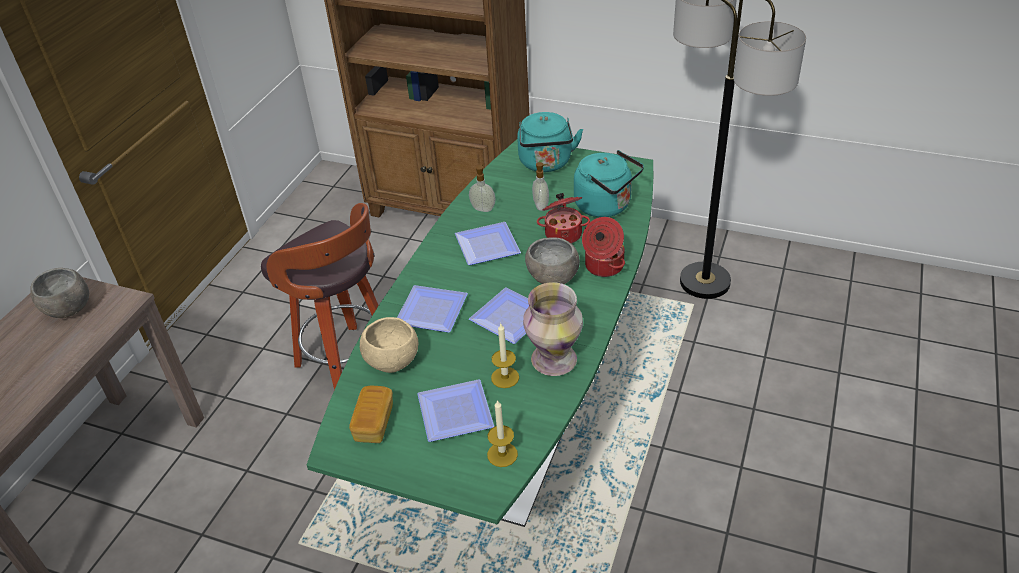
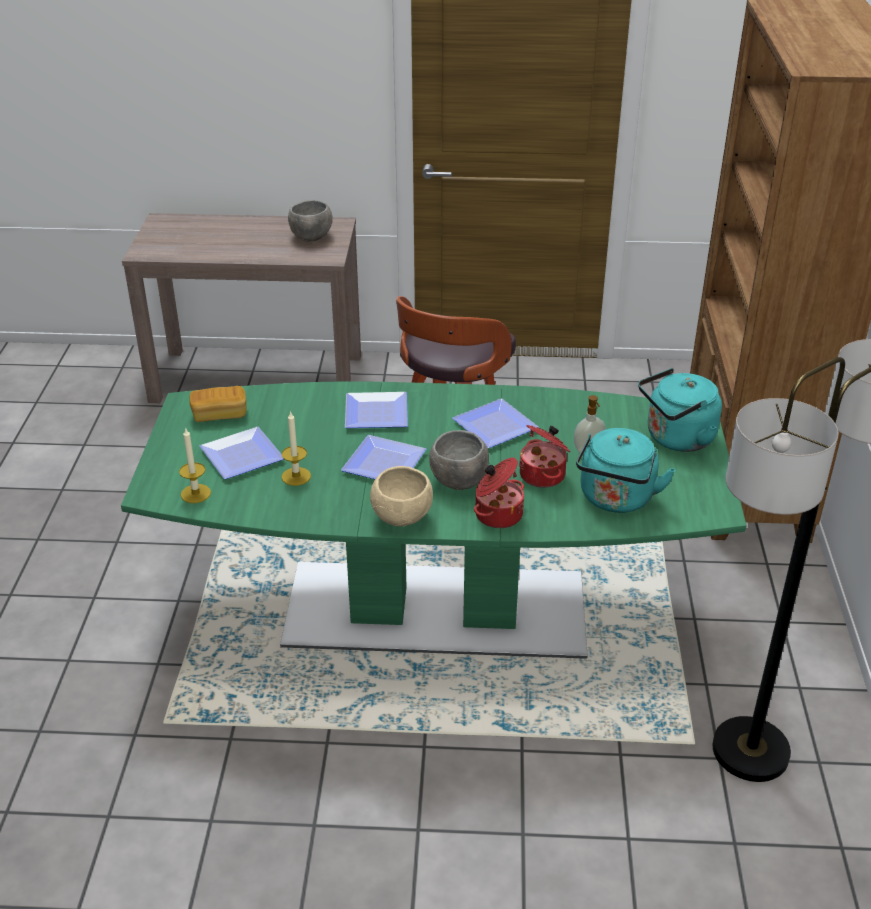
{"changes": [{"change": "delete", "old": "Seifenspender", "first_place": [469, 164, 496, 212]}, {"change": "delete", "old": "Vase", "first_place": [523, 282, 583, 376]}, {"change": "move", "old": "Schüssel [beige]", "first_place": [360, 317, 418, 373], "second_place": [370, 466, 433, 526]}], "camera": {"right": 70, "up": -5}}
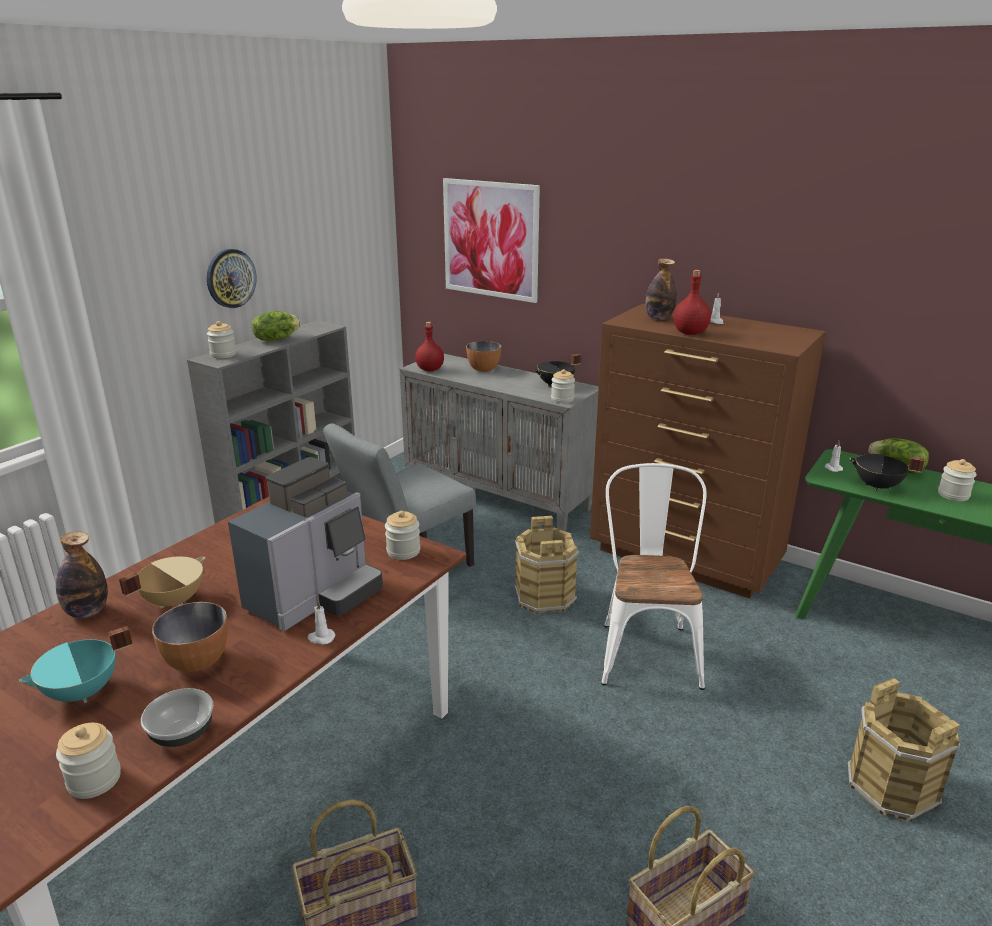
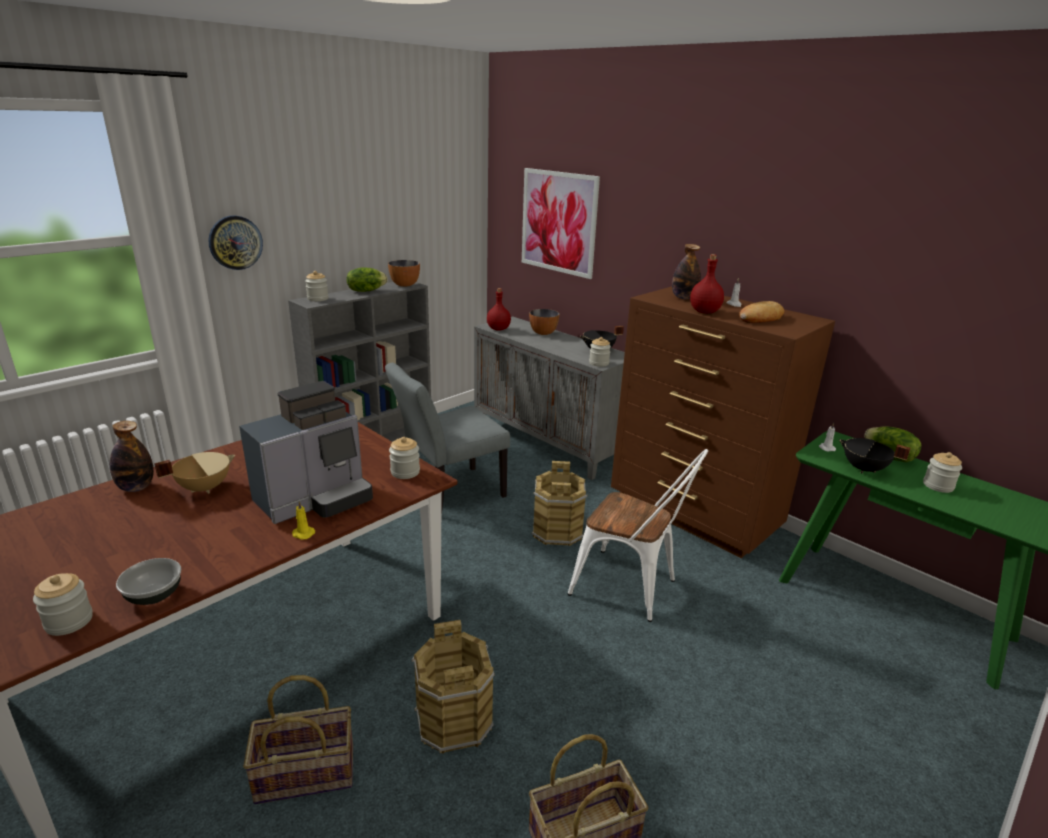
{"changes": [{"change": "delete", "old": "Kochtopf [türkis]", "first_place": [19, 626, 133, 703]}, {"change": "insert", "new": "Brot", "second_place": [739, 301, 785, 323]}, {"change": "move", "old": "Schüssel", "first_place": [152, 602, 228, 672], "second_place": [388, 260, 420, 287]}, {"change": "move", "old": "Wanduhr", "first_place": [207, 249, 257, 308], "second_place": [208, 215, 263, 270]}, {"change": "move", "old": "Eimer [braun]", "first_place": [848, 678, 960, 821], "second_place": [412, 620, 494, 754]}, {"change": "recolor", "old": "Kerze [weiß]", "new": "Kerze [gelb]", "first_place": [308, 600, 336, 645], "second_place": [292, 501, 315, 540]}, {"change": "rotate", "old": "Stuhl [weiß]", "first_place": [601, 463, 707, 690], "second_place": [567, 449, 708, 622], "degrees": 105}], "camera": {"right": 10, "up": 0}}
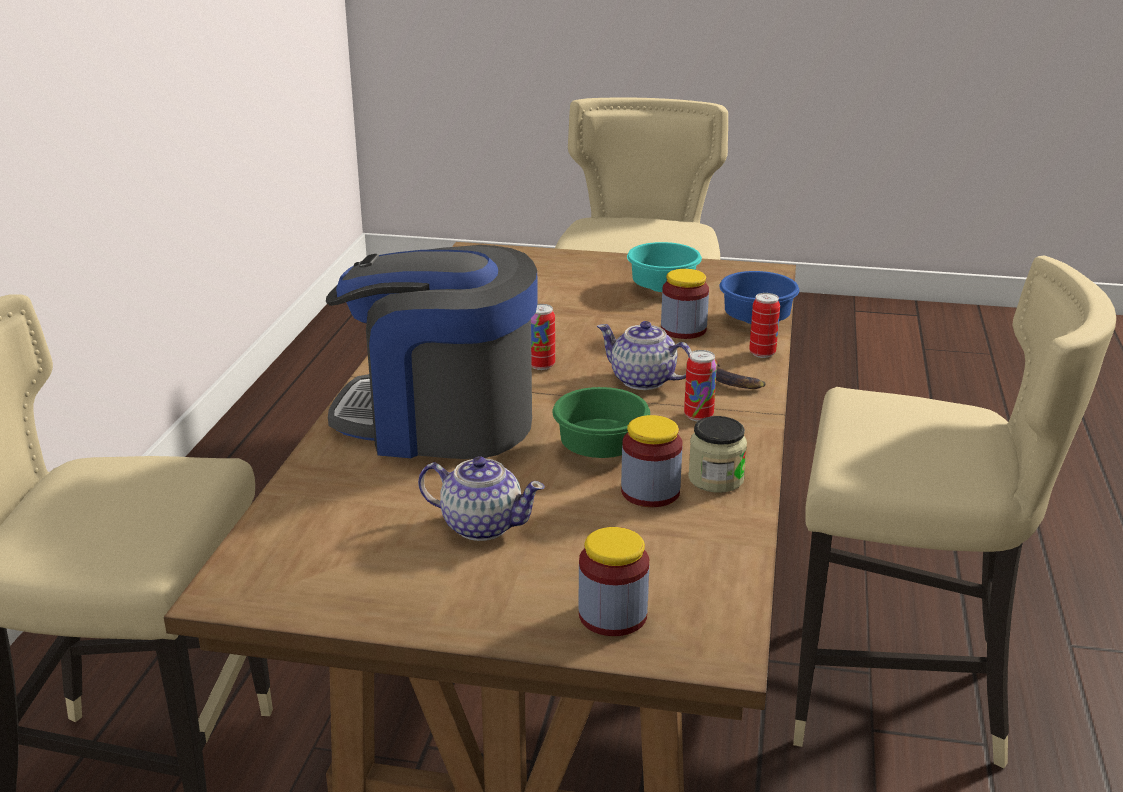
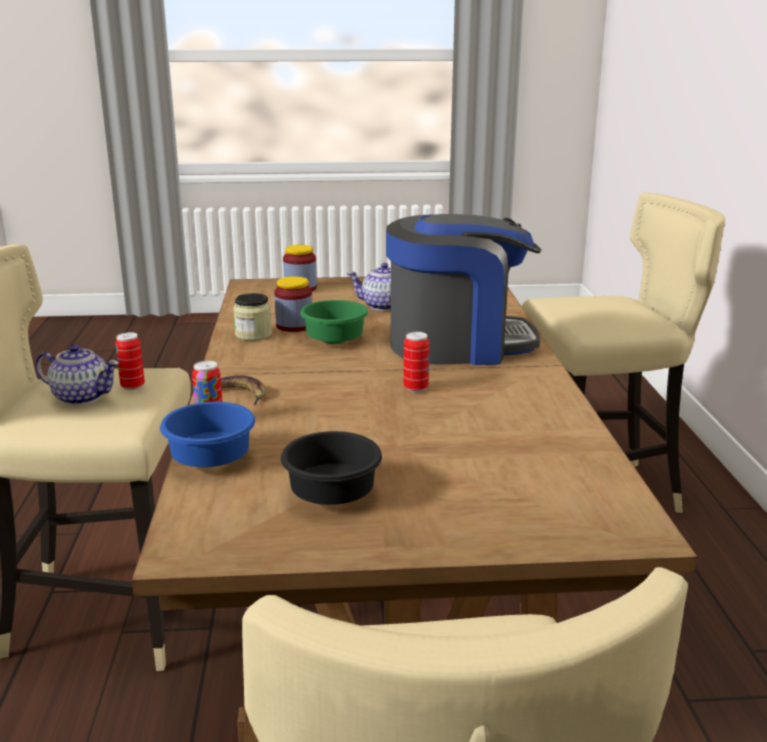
{"changes": [{"change": "delete", "old": "Vorratsglas", "first_place": [661, 269, 709, 339]}, {"change": "move", "old": "Teekanne", "first_place": [597, 321, 692, 390], "second_place": [35, 345, 119, 405]}, {"change": "move", "old": "Dose", "first_place": [684, 350, 717, 421], "second_place": [115, 332, 145, 390]}, {"change": "recolor", "old": "Schüssel [türkis]", "new": "Schüssel [schwarz]", "first_place": [627, 242, 702, 292], "second_place": [281, 431, 382, 505]}], "camera": {"right": 165, "up": -5}}
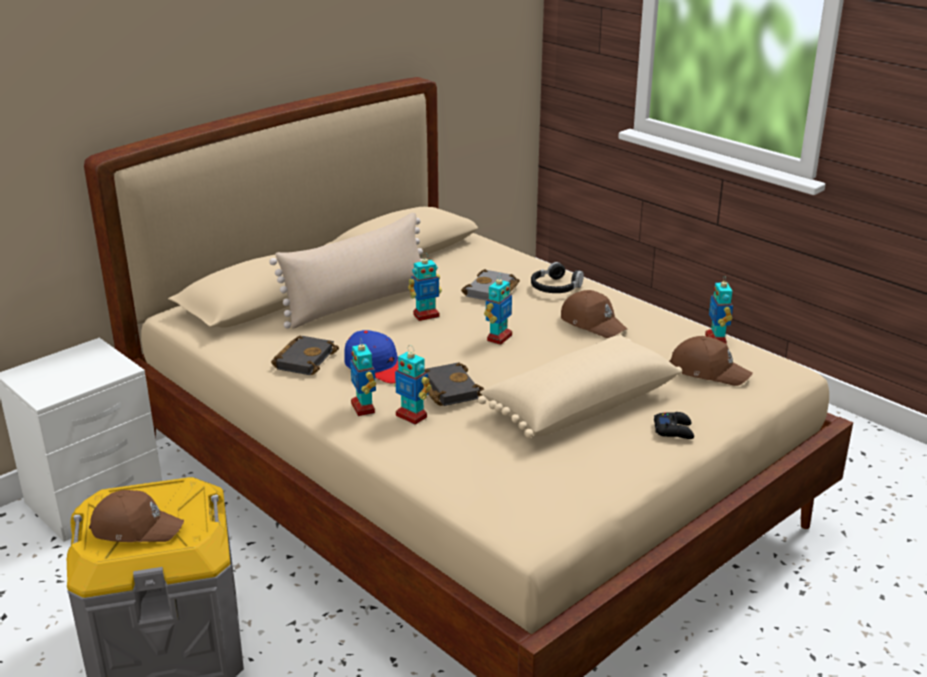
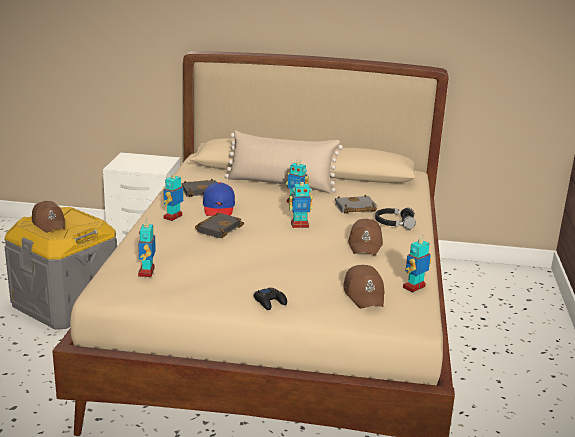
{"changes": [{"change": "delete", "old": "Kissen [beige]", "first_place": [478, 335, 682, 438]}, {"change": "move", "old": "Spielzeugroboter", "first_place": [394, 345, 431, 425], "second_place": [138, 218, 156, 277]}], "camera": {"right": 50, "up": -5}}
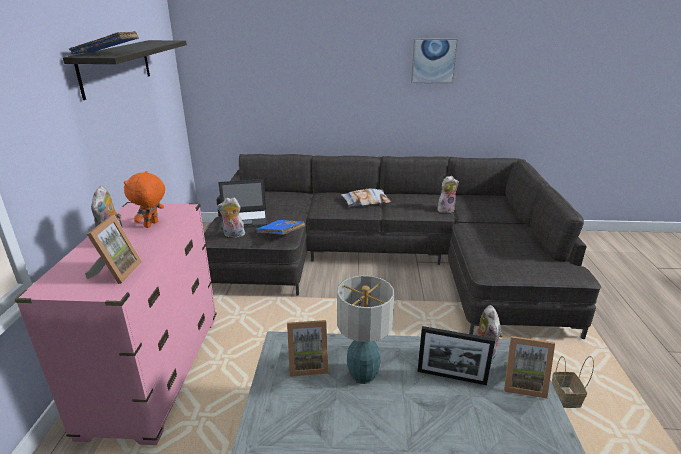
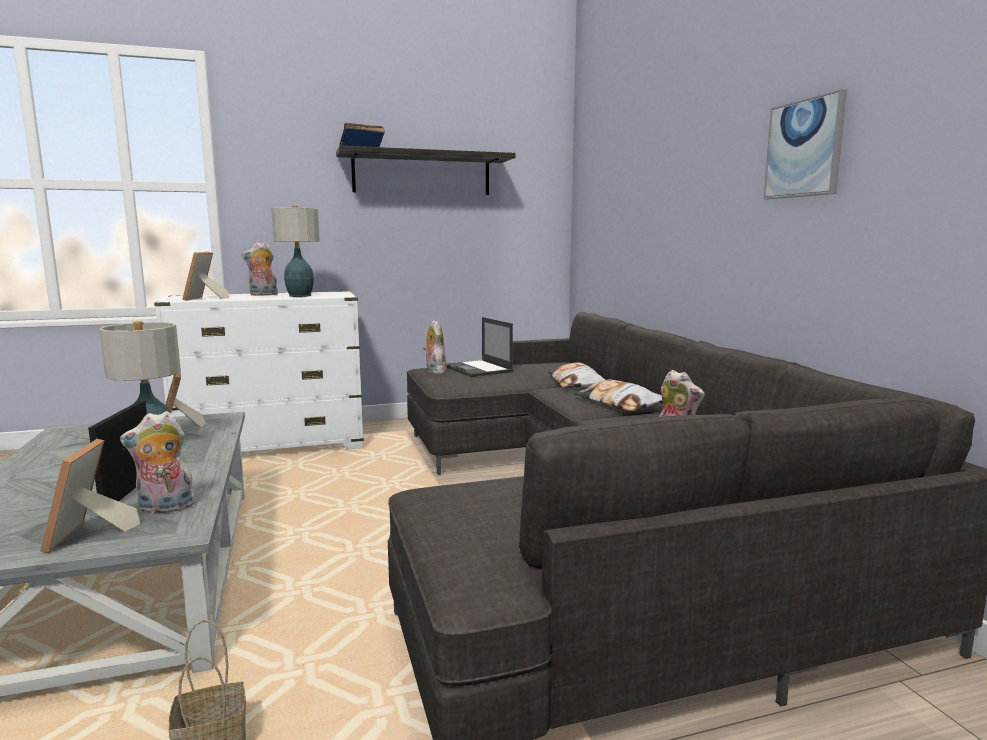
{"changes": [{"change": "delete", "old": "Buch [blau]", "first_place": [256, 220, 305, 235]}, {"change": "insert", "new": "Kissen", "second_place": [548, 362, 605, 388]}, {"change": "replace", "old": "Plüschtier [orange]", "new": "Tischlampe", "first_place": [124, 171, 165, 228], "second_place": [271, 205, 320, 297]}, {"change": "recolor", "old": "Kommode [rosa]", "new": "Kommode [weiß]", "first_place": [14, 202, 217, 445], "second_place": [154, 291, 364, 452]}, {"change": "rotate", "old": "Bilderrahmen", "first_place": [85, 215, 142, 284], "second_place": [182, 252, 230, 301], "degrees": 105}], "camera": {"right": 70, "up": -15}}
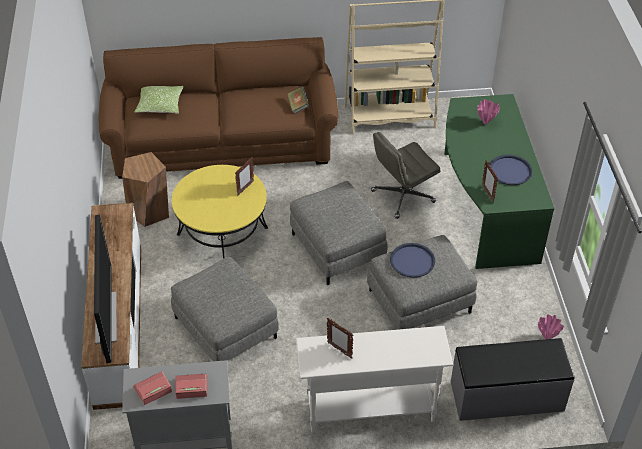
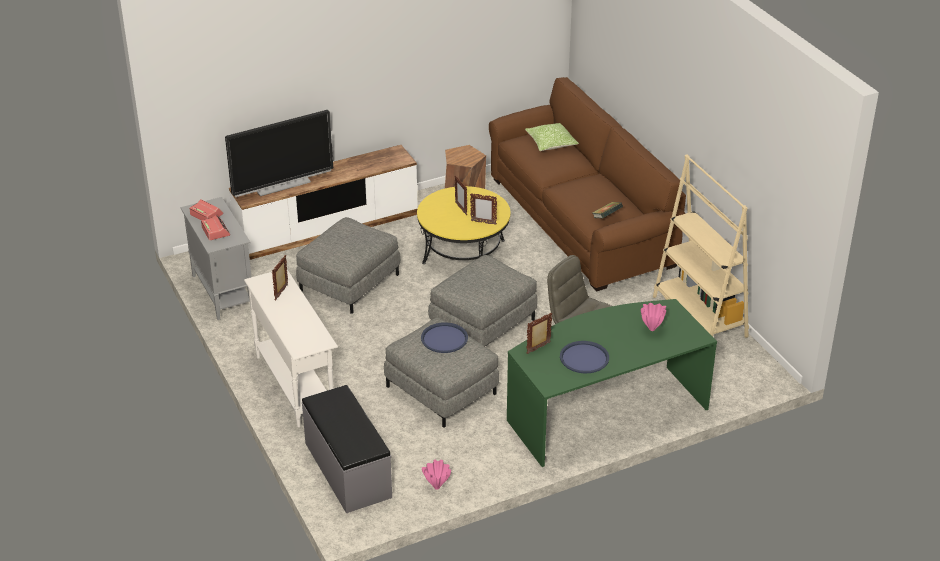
{"changes": [{"change": "insert", "new": "Bilderrahmen", "second_place": [455, 175, 467, 215]}], "camera": {"right": 70, "up": -10}}
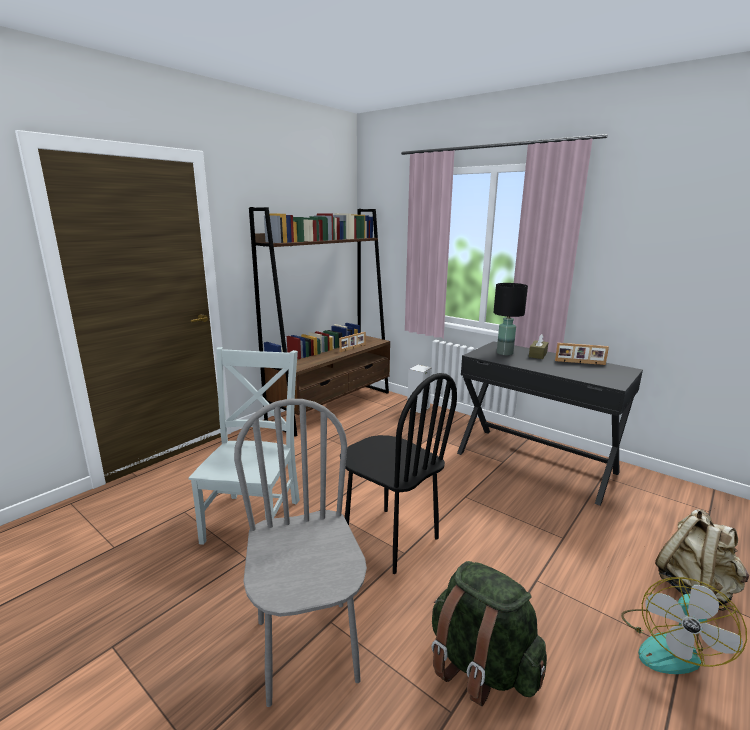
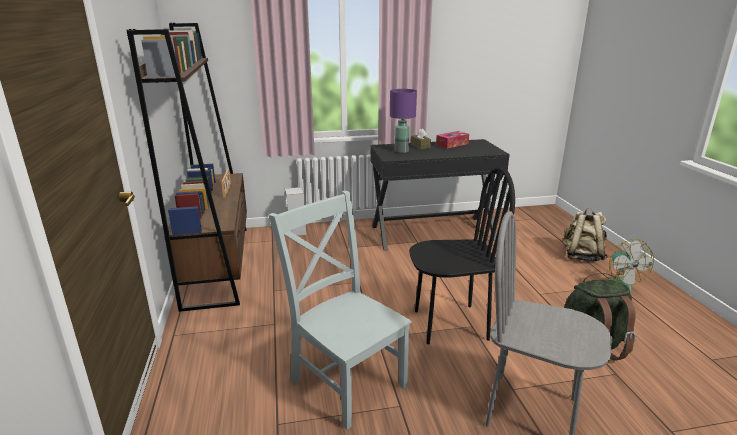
{"changes": [{"change": "replace", "old": "Bilderrahmen", "new": "Taschentuchbox", "first_place": [555, 343, 609, 365], "second_place": [436, 131, 469, 149]}, {"change": "recolor", "old": "Tischlampe [schwarz]", "new": "Tischlampe [lila]", "first_place": [494, 283, 528, 355], "second_place": [390, 89, 417, 153]}], "camera": {"right": -50, "up": 5}}
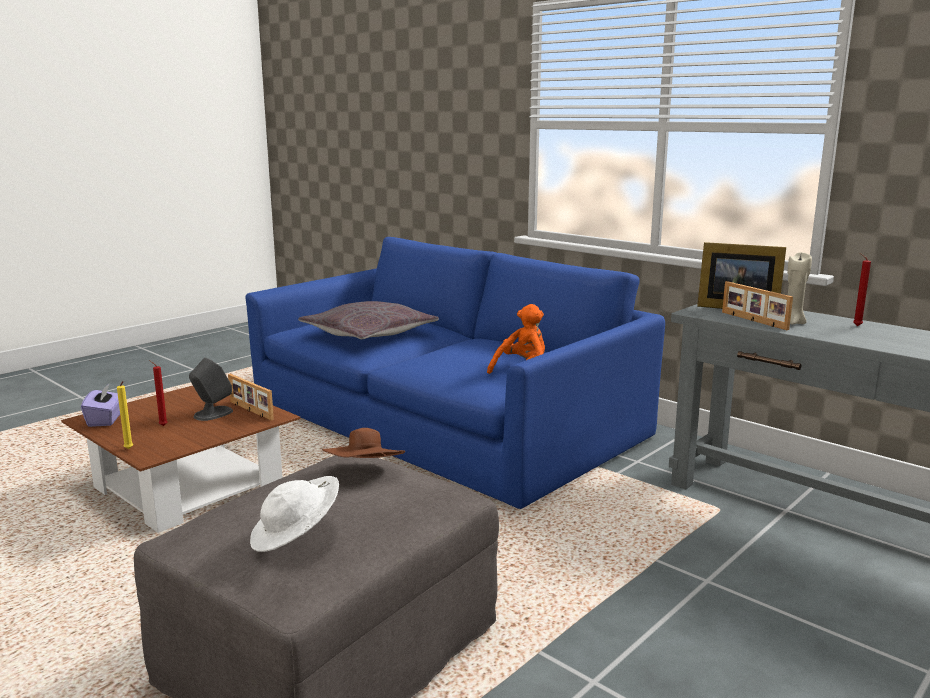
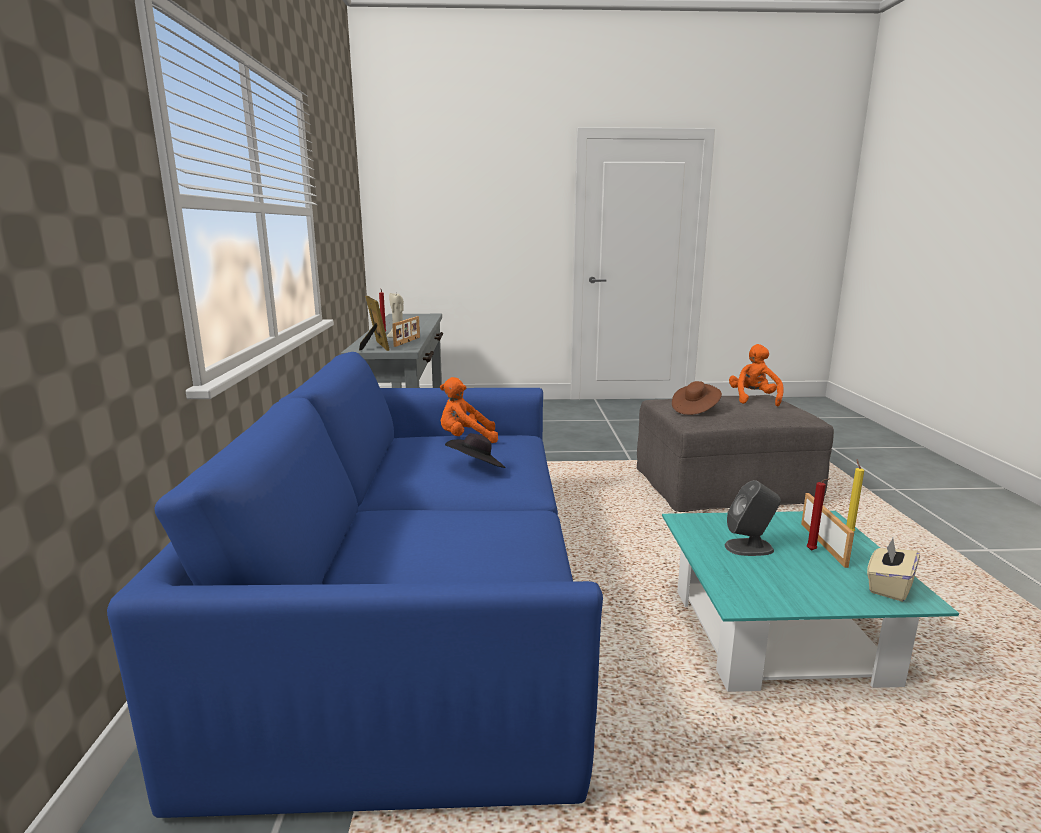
{"changes": [{"change": "delete", "old": "Kissen [grau]", "first_place": [298, 301, 439, 339]}, {"change": "insert", "new": "Hut [schwarz]", "second_place": [445, 433, 506, 468]}, {"change": "move", "old": "Bilderrahmen", "first_place": [228, 374, 274, 420], "second_place": [801, 493, 854, 568]}, {"change": "replace", "old": "Hut [weiß]", "new": "Plüschtier [orange]", "first_place": [250, 476, 339, 552], "second_place": [729, 344, 784, 406]}, {"change": "recolor", "old": "Couchtisch [braun]", "new": "Couchtisch [türkis]", "first_place": [61, 385, 300, 533], "second_place": [662, 511, 959, 692]}, {"change": "recolor", "old": "Taschentuchbox [lila]", "new": "Taschentuchbox [beige]", "first_place": [81, 383, 120, 427], "second_place": [867, 538, 920, 602]}], "camera": {"right": -135, "up": 0}}
